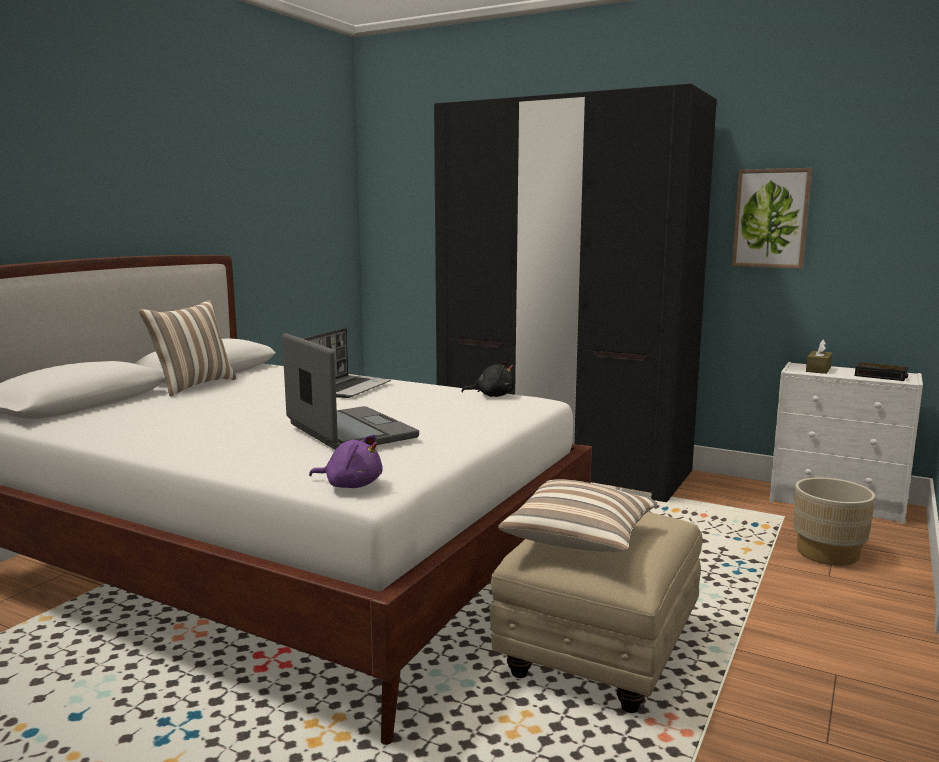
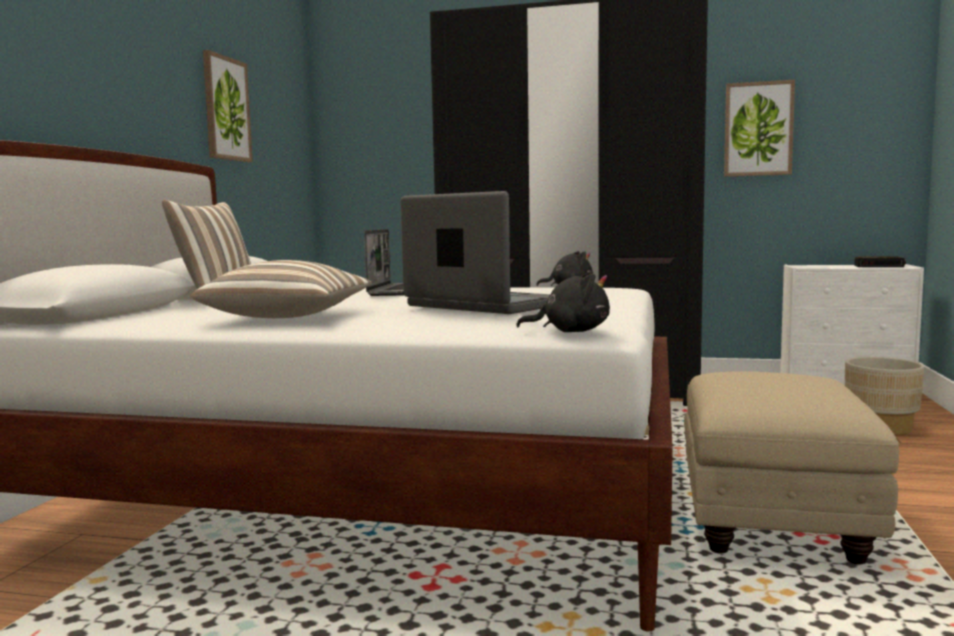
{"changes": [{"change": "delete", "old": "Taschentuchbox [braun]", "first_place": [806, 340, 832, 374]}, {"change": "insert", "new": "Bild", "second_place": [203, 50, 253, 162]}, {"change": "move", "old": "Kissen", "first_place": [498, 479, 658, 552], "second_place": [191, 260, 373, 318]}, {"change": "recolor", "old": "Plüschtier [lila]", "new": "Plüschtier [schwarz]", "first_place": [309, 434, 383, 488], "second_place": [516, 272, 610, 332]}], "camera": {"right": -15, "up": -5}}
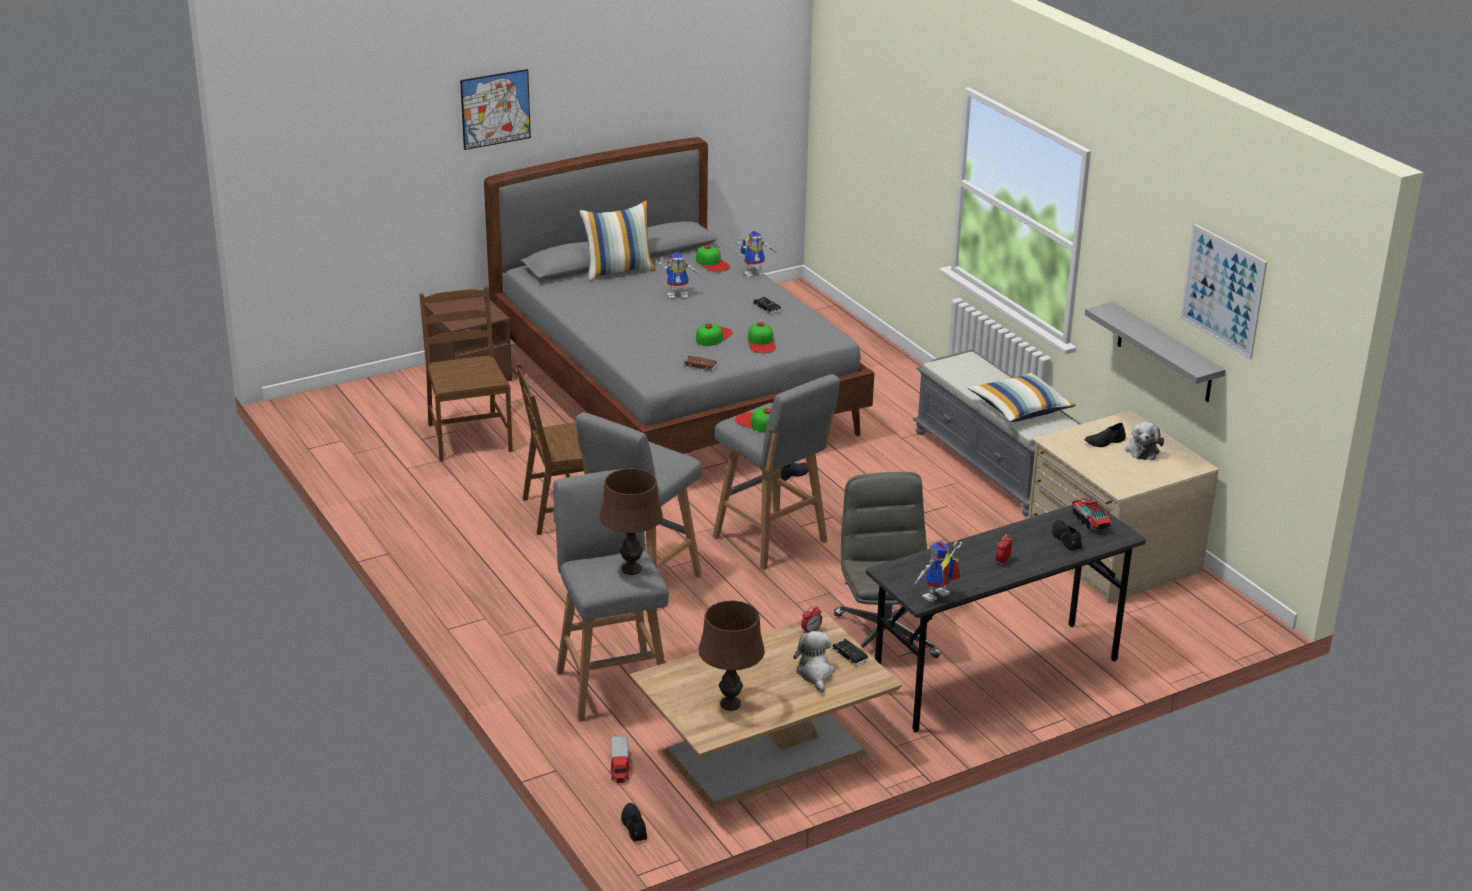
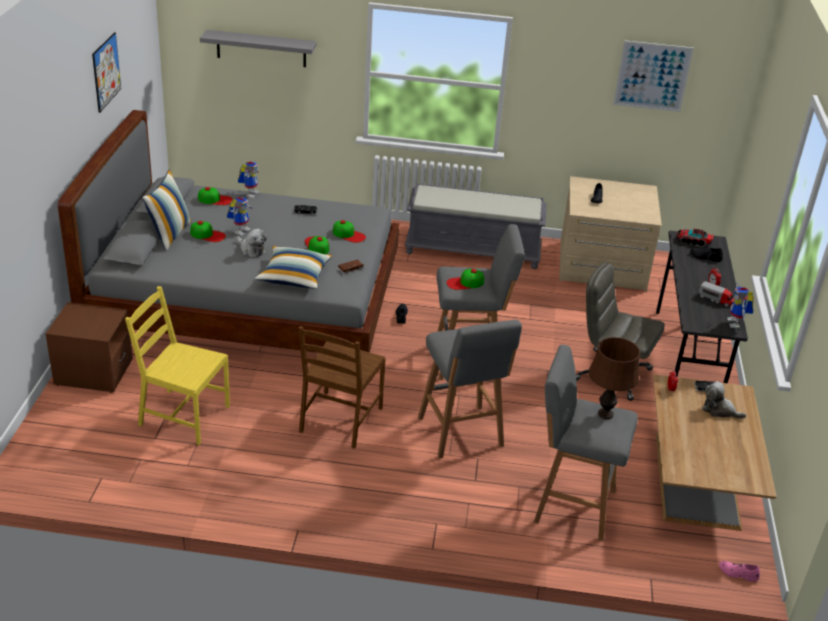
{"changes": [{"change": "delete", "old": "Tischlampe [braun]", "first_place": [698, 600, 765, 711]}, {"change": "insert", "new": "Kappe", "second_place": [190, 221, 226, 242]}, {"change": "move", "old": "Bild", "first_place": [460, 69, 531, 150], "second_place": [92, 32, 121, 113]}, {"change": "move", "old": "Spielzeuglaster", "first_place": [611, 736, 630, 783], "second_place": [699, 281, 734, 307]}, {"change": "move", "old": "Kissen", "first_place": [968, 372, 1076, 422], "second_place": [255, 246, 332, 289]}, {"change": "move", "old": "Wandregal [grau]", "first_place": [1085, 302, 1226, 402], "second_place": [200, 30, 317, 67]}, {"change": "move", "old": "Plüschtier", "first_place": [1125, 422, 1164, 460], "second_place": [236, 229, 267, 257]}, {"change": "recolor", "old": "Stuhl [braun]", "new": "Stuhl [gelb]", "first_place": [419, 286, 513, 462], "second_place": [125, 286, 230, 445]}, {"change": "recolor", "old": "Schuh [schwarz]", "new": "Schuh [rosa]", "first_place": [621, 803, 647, 842], "second_place": [719, 561, 760, 582]}], "camera": {"right": -55, "up": 5}}
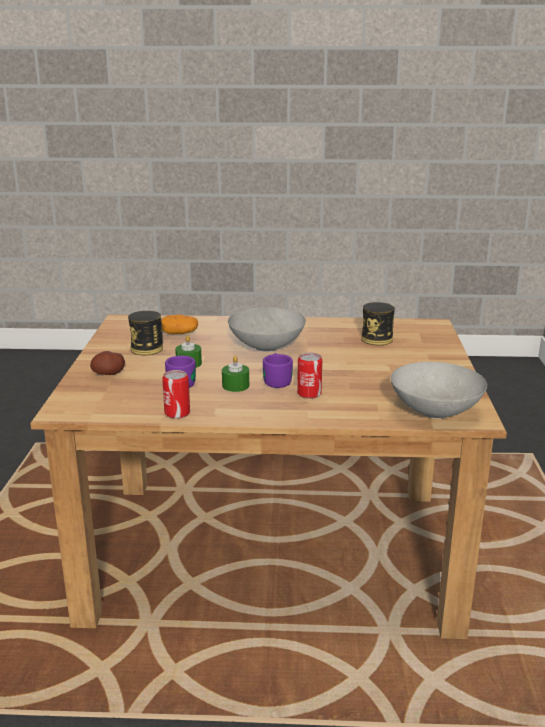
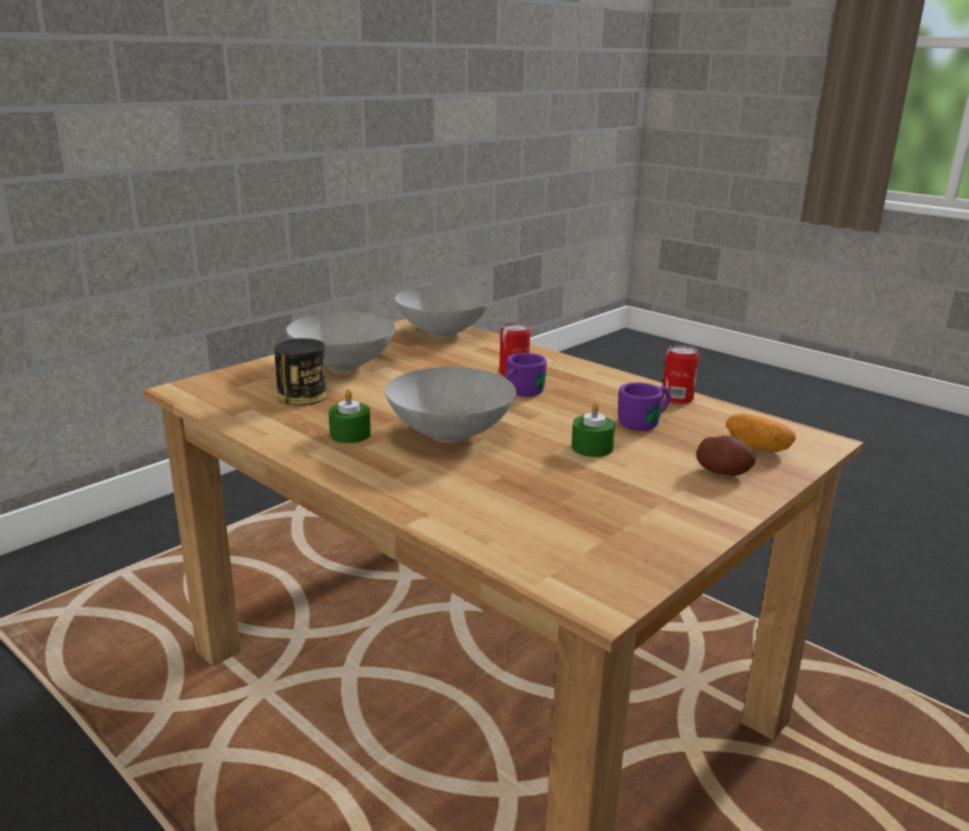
{"changes": [{"change": "delete", "old": "Dose", "first_place": [128, 311, 163, 355]}, {"change": "insert", "new": "Schüssel [grau]", "second_place": [286, 312, 396, 371]}, {"change": "move", "old": "Kartoffel", "first_place": [161, 314, 198, 334], "second_place": [726, 413, 796, 452]}, {"change": "move", "old": "Kerze [grün]", "first_place": [222, 356, 249, 392], "second_place": [328, 389, 371, 443]}], "camera": {"right": -140, "up": 0}}
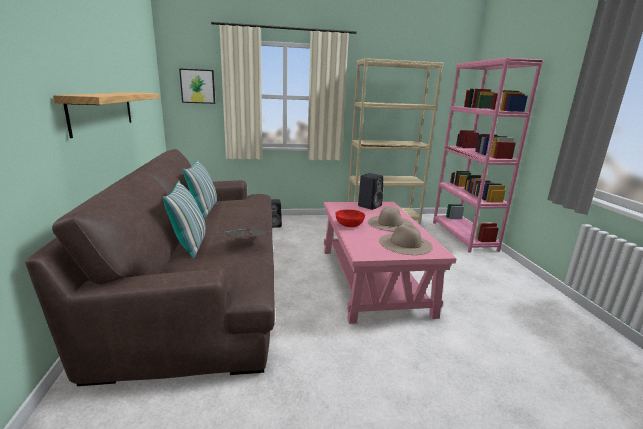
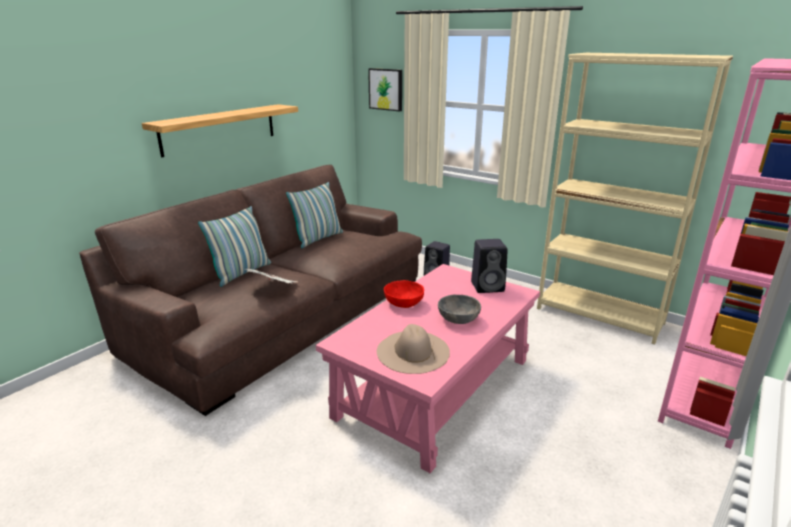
{"changes": [{"change": "replace", "old": "Hut [beige]", "new": "Schüssel [grau]", "first_place": [368, 206, 414, 231], "second_place": [438, 295, 481, 324]}], "camera": {"right": 45, "up": 5}}
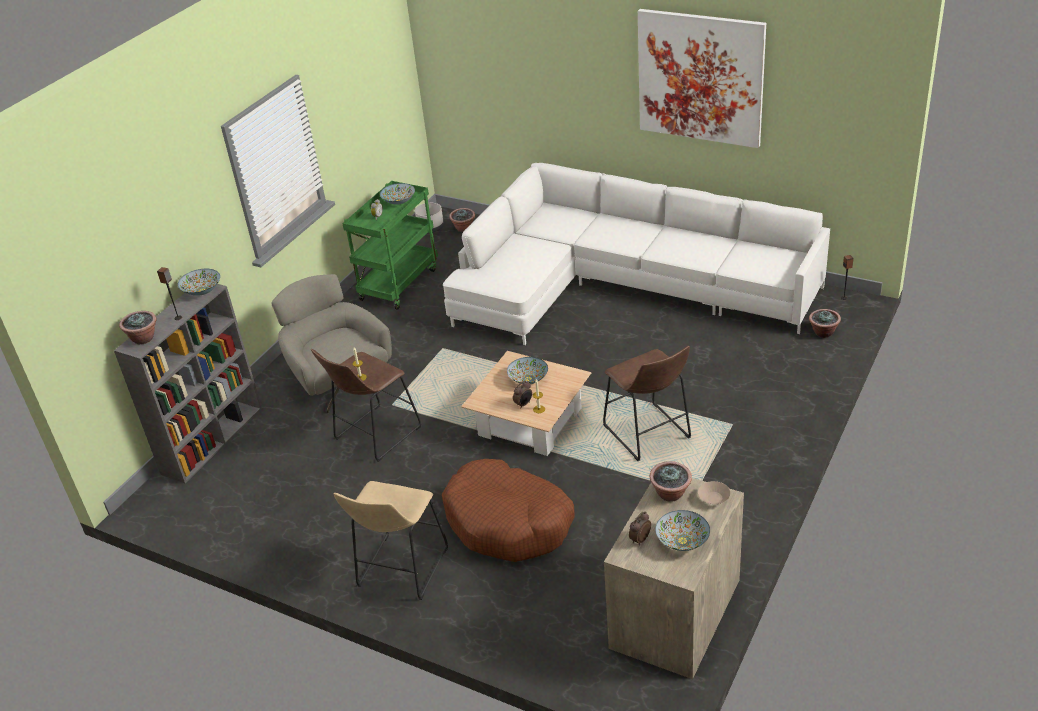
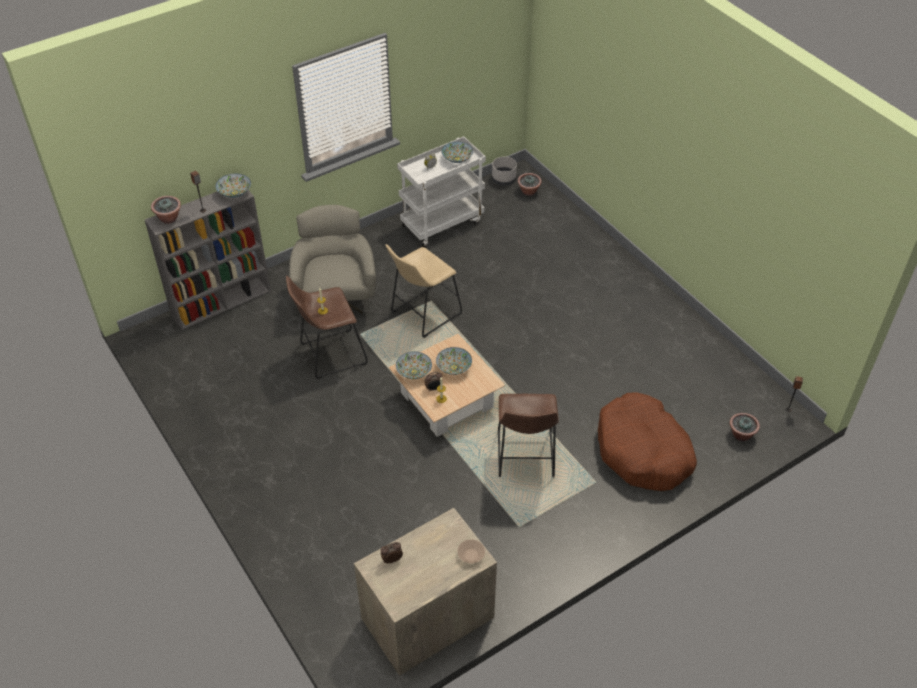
{"changes": [{"change": "delete", "old": "Sofa [weiß]", "first_place": [443, 163, 830, 345]}, {"change": "delete", "old": "Bild", "first_place": [638, 9, 766, 148]}, {"change": "delete", "old": "Topfpflanze", "first_place": [650, 461, 692, 502]}, {"change": "move", "old": "Hocker [beige]", "first_place": [333, 481, 448, 600], "second_place": [385, 244, 462, 338]}, {"change": "move", "old": "Hundebett [braun]", "first_place": [442, 459, 575, 562], "second_place": [598, 392, 697, 491]}, {"change": "move", "old": "Schüssel", "first_place": [655, 510, 710, 551], "second_place": [396, 351, 432, 379]}, {"change": "recolor", "old": "Rollwagen [grün]", "new": "Rollwagen [weiß]", "first_place": [342, 181, 438, 310], "second_place": [397, 136, 486, 248]}], "camera": {"right": 25, "up": 10}}
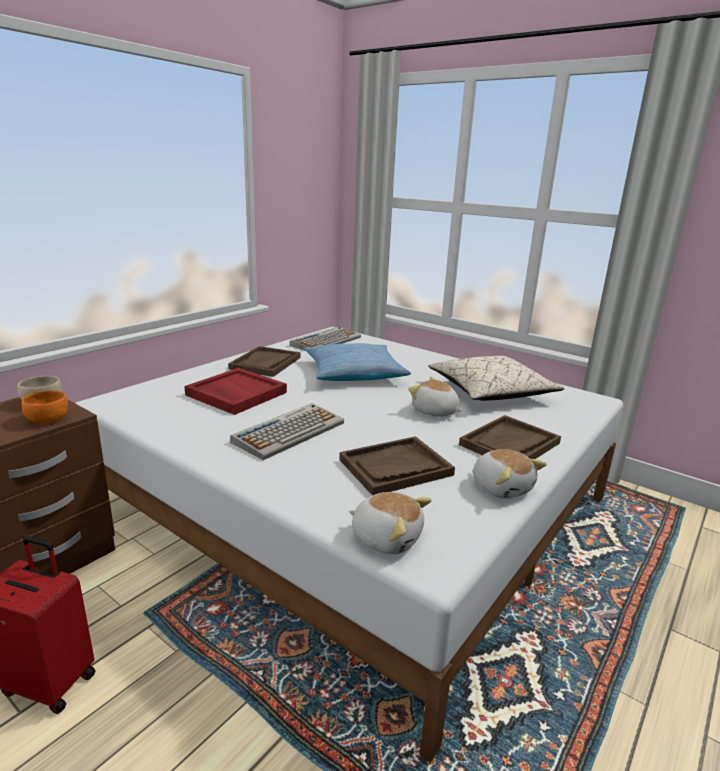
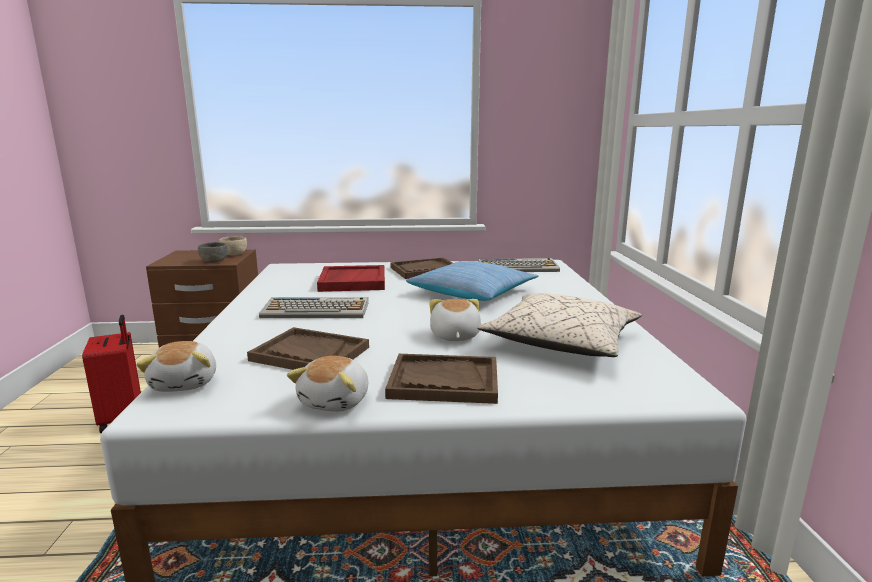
{"changes": [{"change": "recolor", "old": "Schüssel [orange]", "new": "Schüssel [grau]", "first_place": [21, 391, 68, 424], "second_place": [198, 242, 228, 263]}], "camera": {"right": 50, "up": -5}}
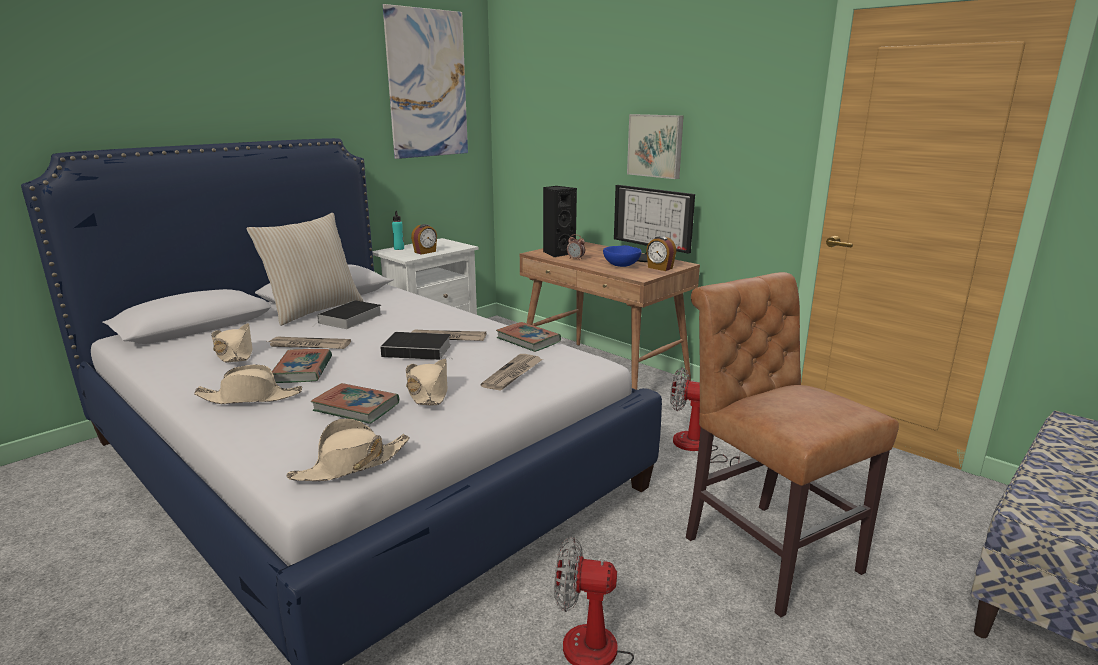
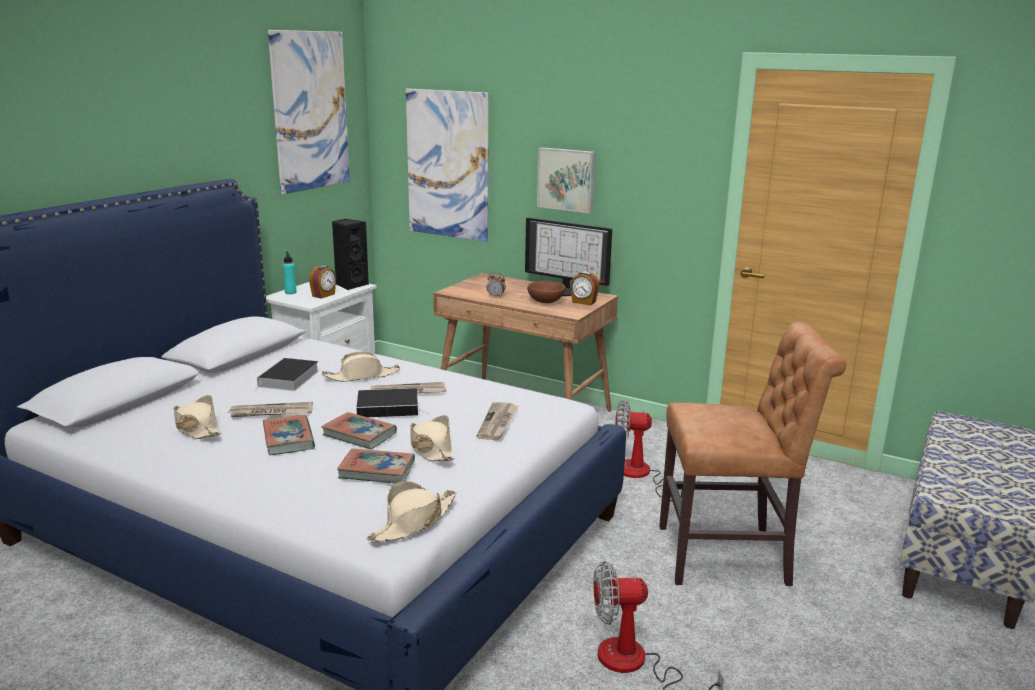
{"changes": [{"change": "delete", "old": "Kissen [beige]", "first_place": [246, 213, 363, 326]}, {"change": "insert", "new": "Bild", "second_place": [406, 88, 489, 242]}, {"change": "move", "old": "Hut [beige]", "first_place": [194, 365, 302, 404], "second_place": [322, 351, 400, 382]}, {"change": "move", "old": "Buch", "first_place": [496, 322, 561, 352], "second_place": [322, 412, 397, 450]}, {"change": "move", "old": "Lautsprecher [schwarz]", "first_place": [543, 186, 577, 258], "second_place": [332, 219, 369, 290]}, {"change": "recolor", "old": "Schüssel [blau]", "new": "Schüssel [braun]", "first_place": [603, 245, 642, 267], "second_place": [527, 281, 565, 303]}, {"change": "rotate", "old": "Stuhl [braun]", "first_place": [686, 272, 899, 617], "second_place": [659, 322, 846, 586], "degrees": 135}], "camera": {"right": -15, "up": 0}}
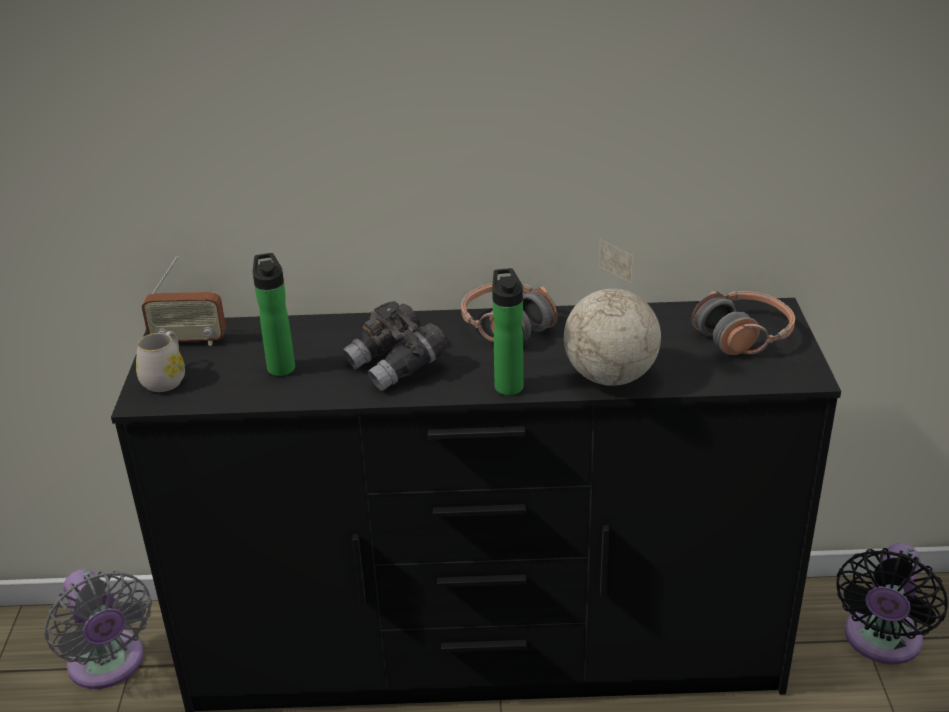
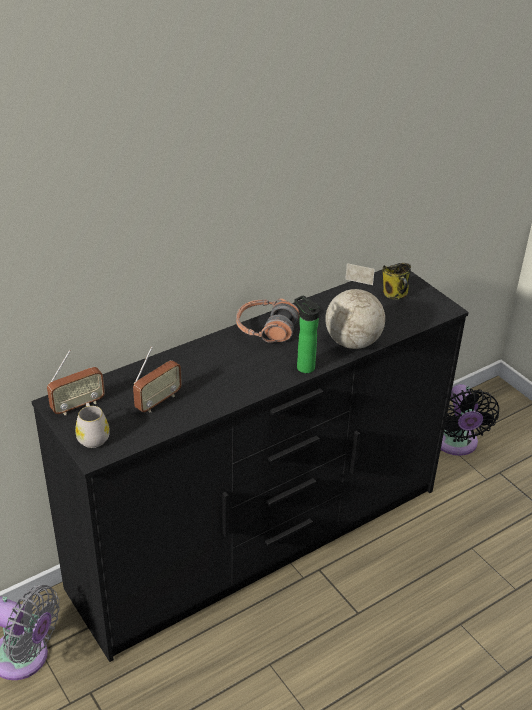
{"changes": [{"change": "delete", "old": "Fernglas [grau]", "first_place": [342, 301, 448, 391]}, {"change": "replace", "old": "Flasche", "new": "Radio", "first_place": [253, 253, 295, 376], "second_place": [133, 346, 182, 412]}, {"change": "replace", "old": "Kopfhörer", "new": "Henkelbecher", "first_place": [692, 291, 795, 355], "second_place": [383, 263, 411, 300]}], "camera": {"right": -35, "up": 5}}
